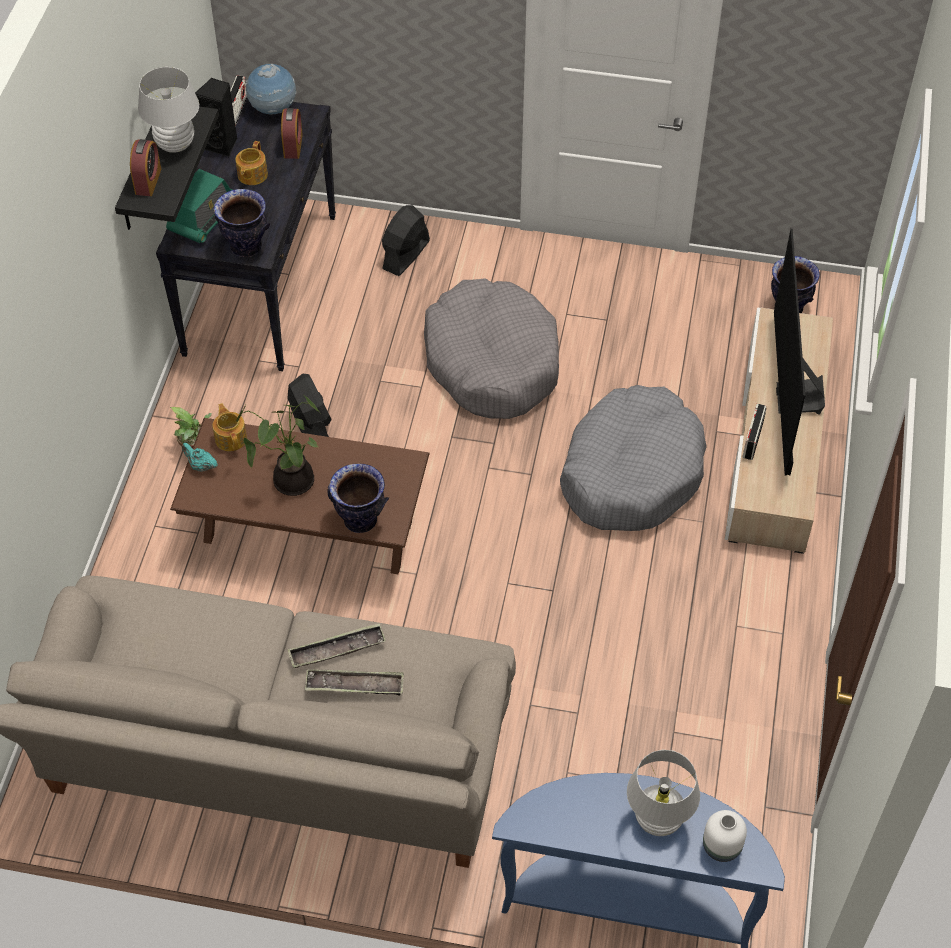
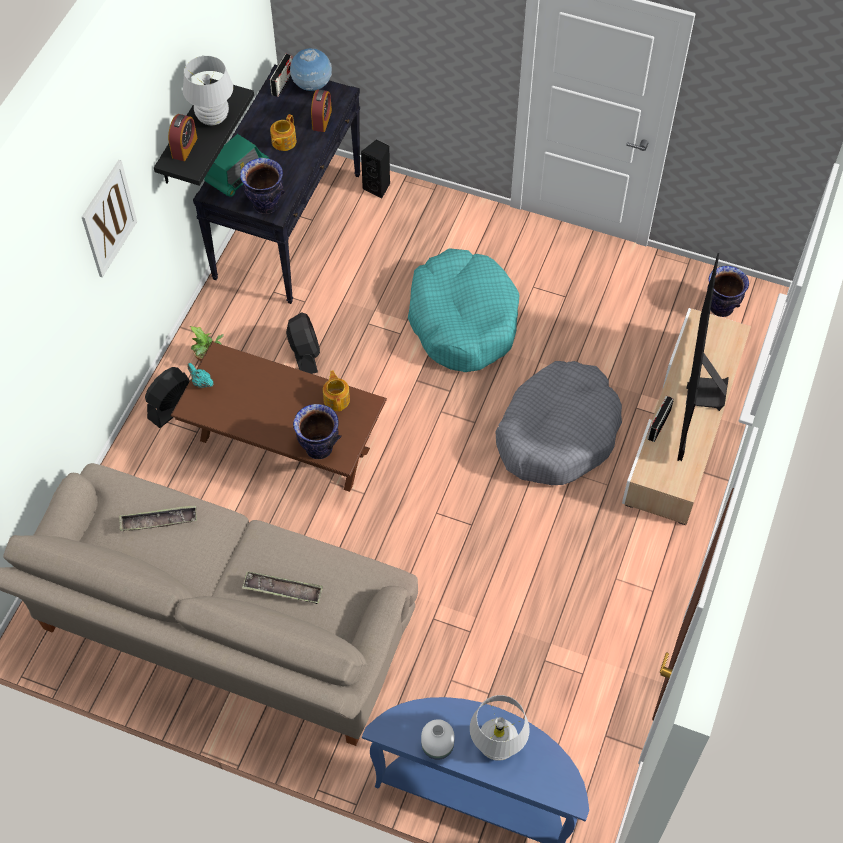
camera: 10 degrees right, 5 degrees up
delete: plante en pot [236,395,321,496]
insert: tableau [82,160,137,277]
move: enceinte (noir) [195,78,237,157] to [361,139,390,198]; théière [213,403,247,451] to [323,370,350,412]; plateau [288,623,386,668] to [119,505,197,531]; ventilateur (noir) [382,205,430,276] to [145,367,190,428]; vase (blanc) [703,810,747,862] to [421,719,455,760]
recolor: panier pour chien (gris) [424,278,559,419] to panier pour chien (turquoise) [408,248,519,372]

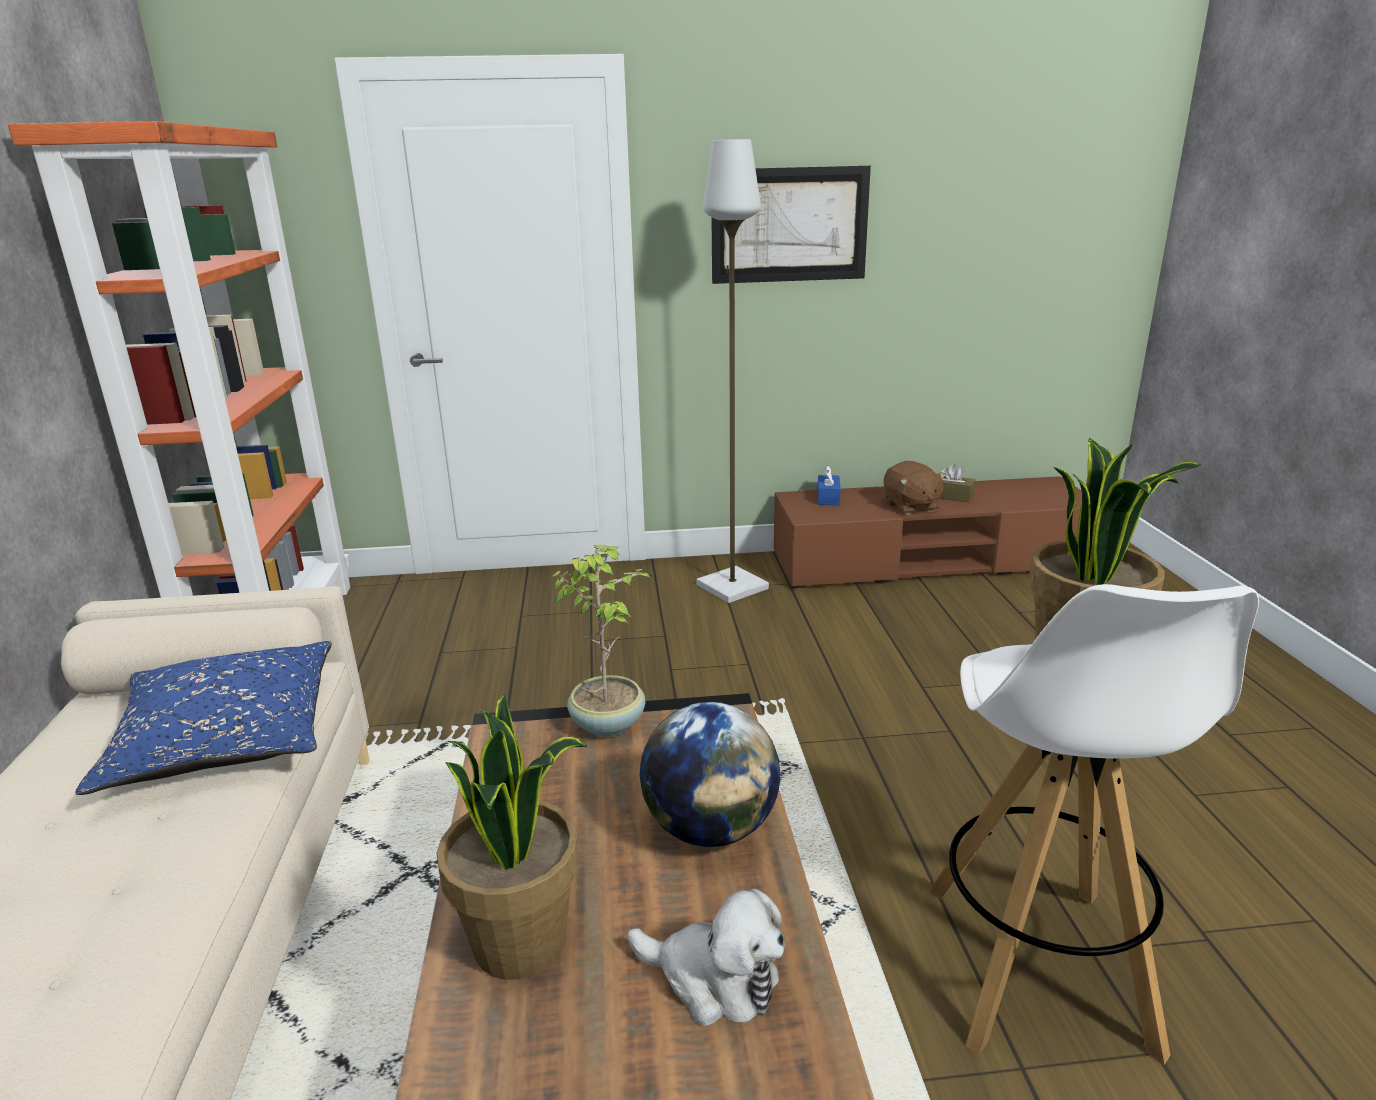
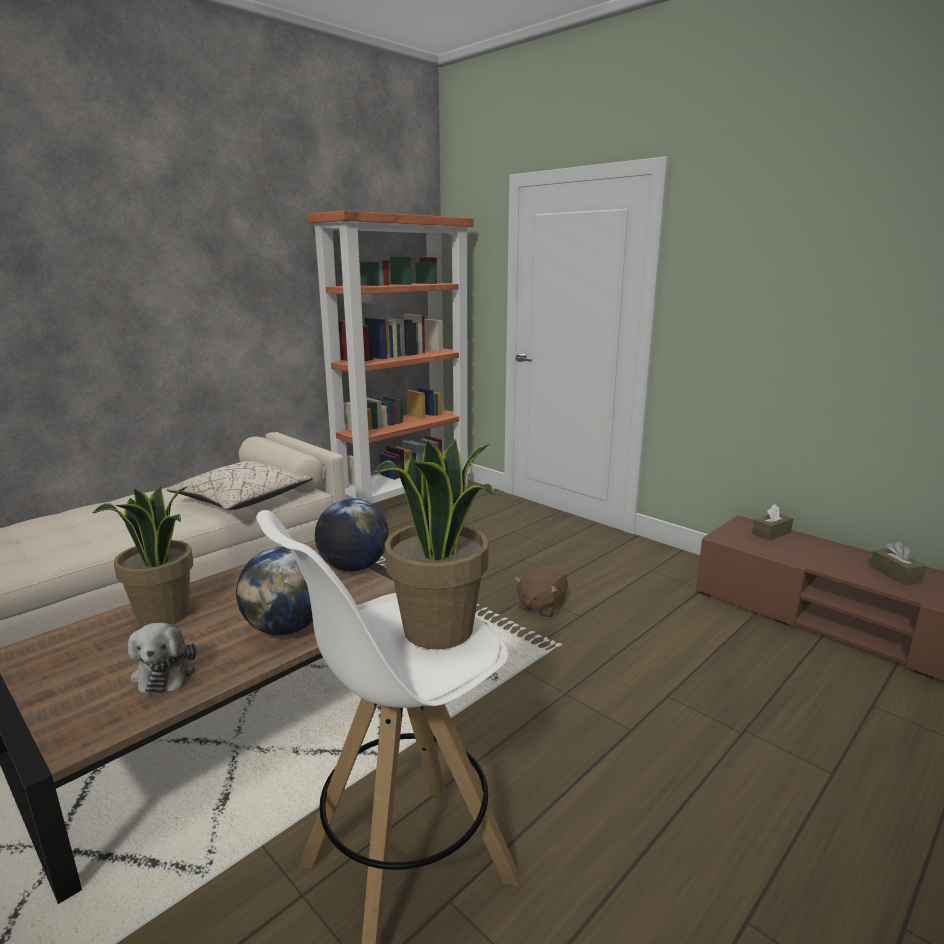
camera: 50 degrees right, 5 degrees down
delete: lampadaire (gris) [697,139,769,603]; tableau [711,166,871,284]
move: peluche (marron) [884,461,946,515] to [515,565,568,618]
replace: plante en pot [550,545,653,737] to globe [315,498,389,571]
recolor: coussin (bleu) [75,641,332,795] to coussin (beige) [166,461,313,510]; boîte à mouchoirs (bleu) [818,465,841,505] to boîte à mouchoirs (marron) [752,504,793,541]

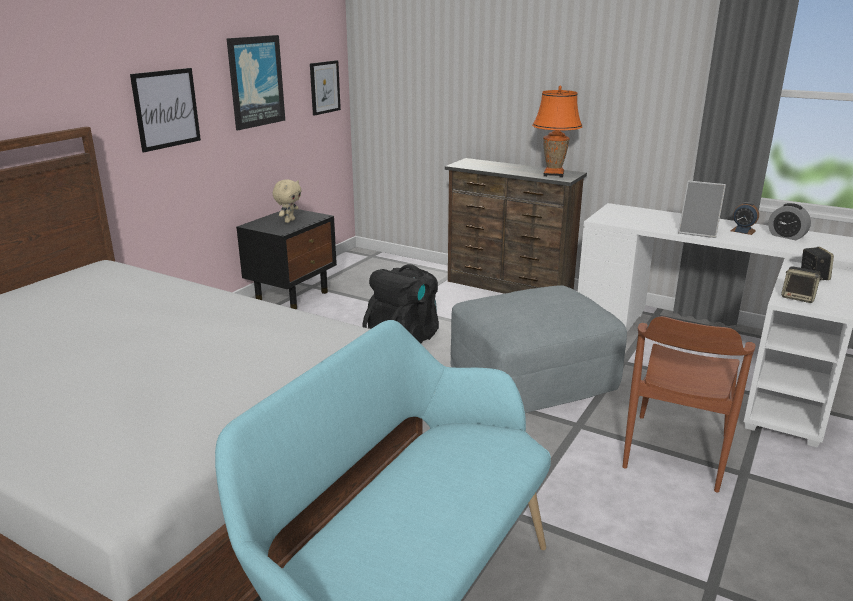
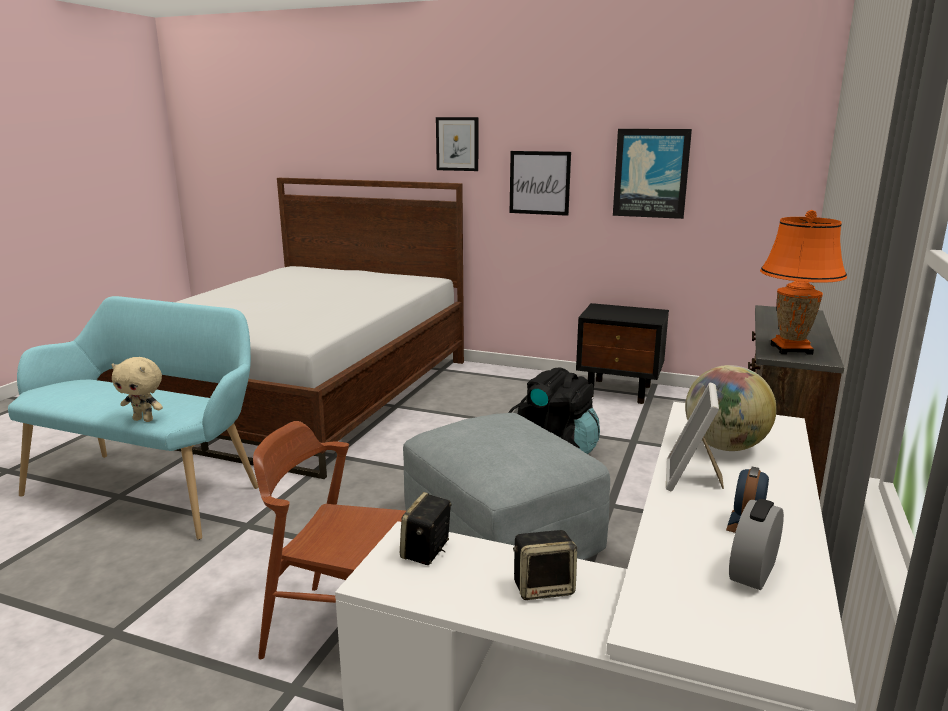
camera: 80 degrees right, 5 degrees down
insert: globe [685,365,777,451]
move: peluche (beige) [273,179,302,223] to [111,357,163,422]; tableau [310,60,341,115] to [436,117,478,171]

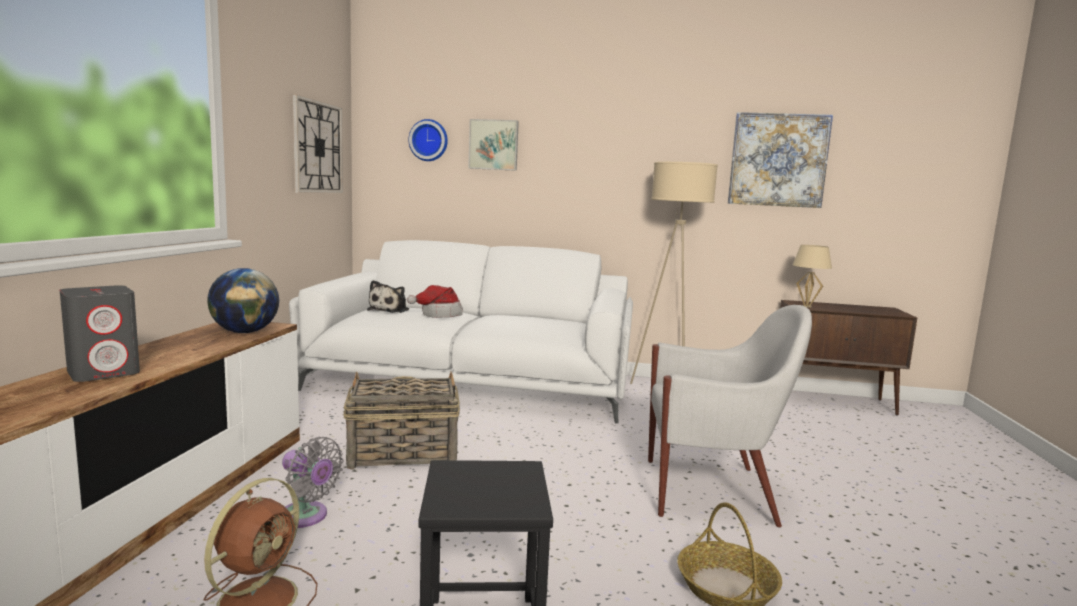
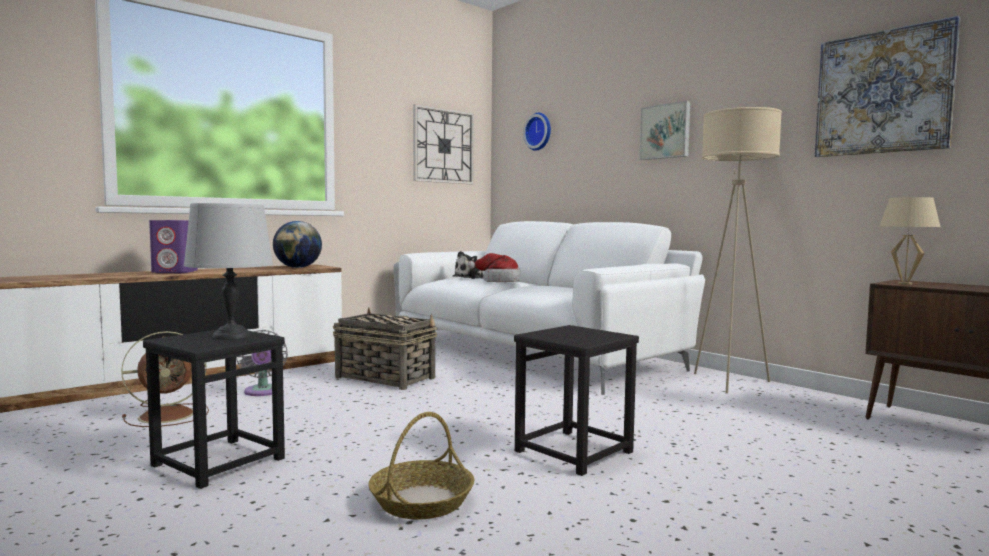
camera: 40 degrees right, 5 degrees down
insert: lampe de table (gris) [184,203,273,340]
move: tableau [468,119,519,171] to [639,101,690,160]
replace: fauteuil (blanc) [648,305,812,528] to tabouret (noir) [514,325,639,476]
recolor: enceinte (gris) [60,285,140,382] to enceinte (violet) [149,220,197,273]

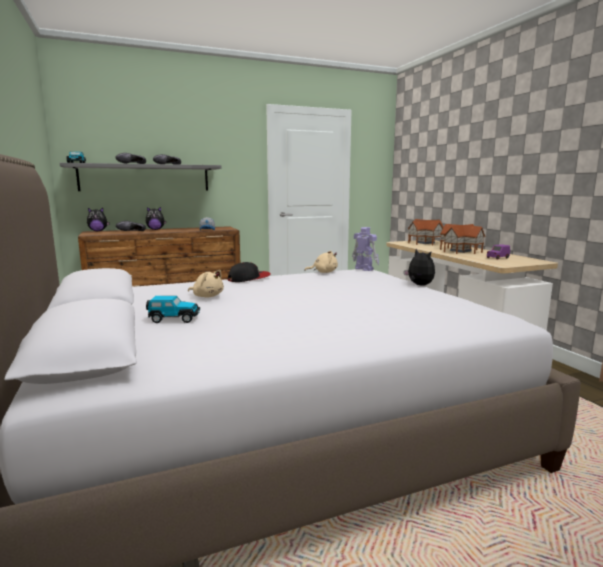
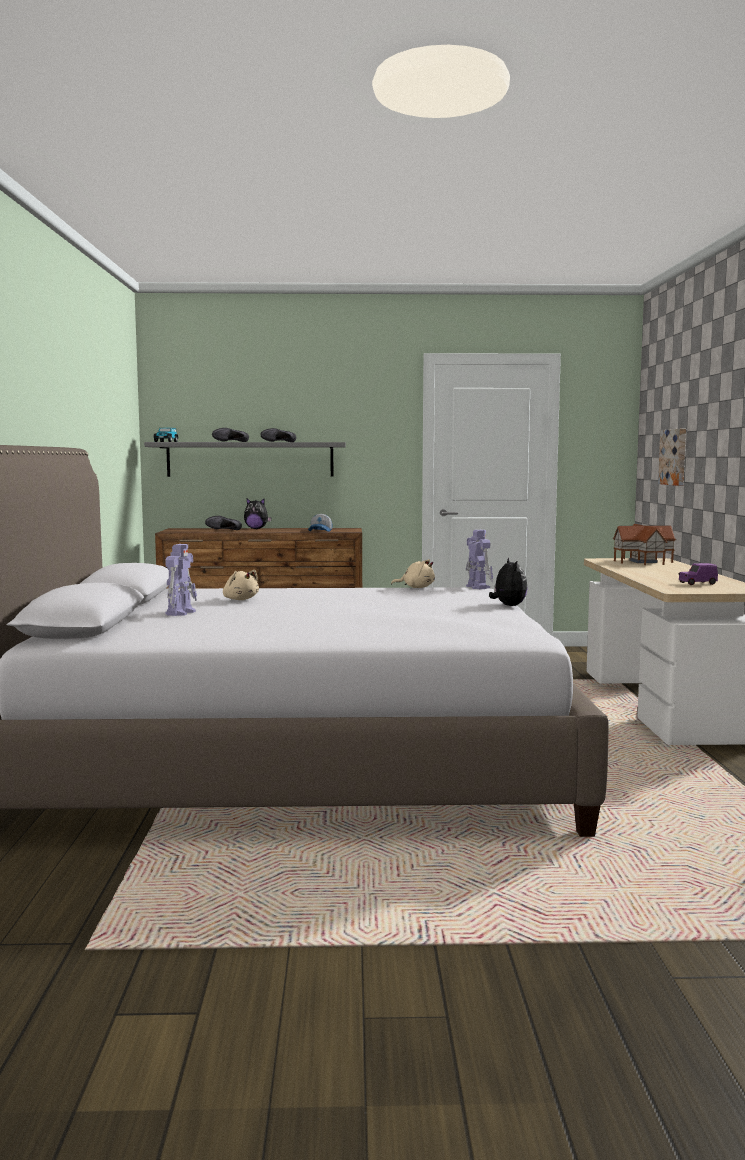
camera: 20 degrees right, 5 degrees down
delete: peluche [87,208,110,231]; casquette [228,262,271,282]; maison miniature [440,224,485,254]
insert: tableau [658,429,686,486]
replace: petite voiture [146,296,200,323] to robot jouet [165,544,197,616]

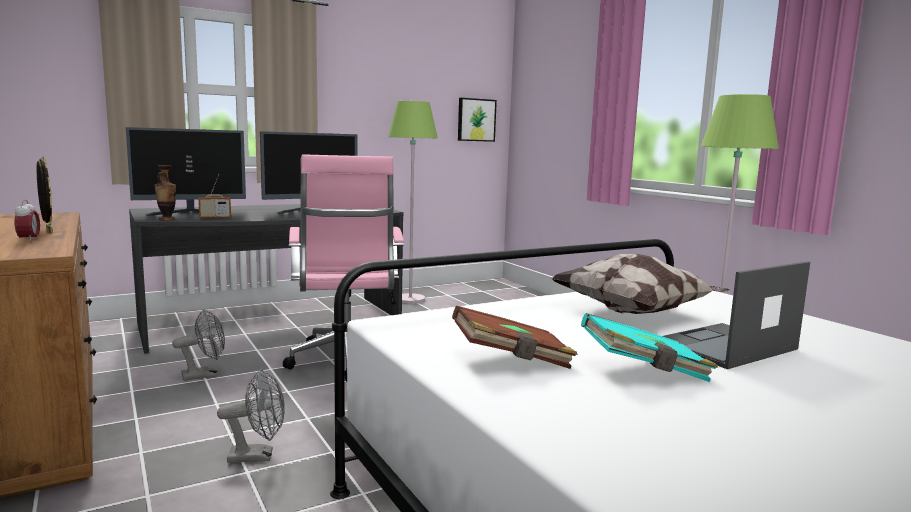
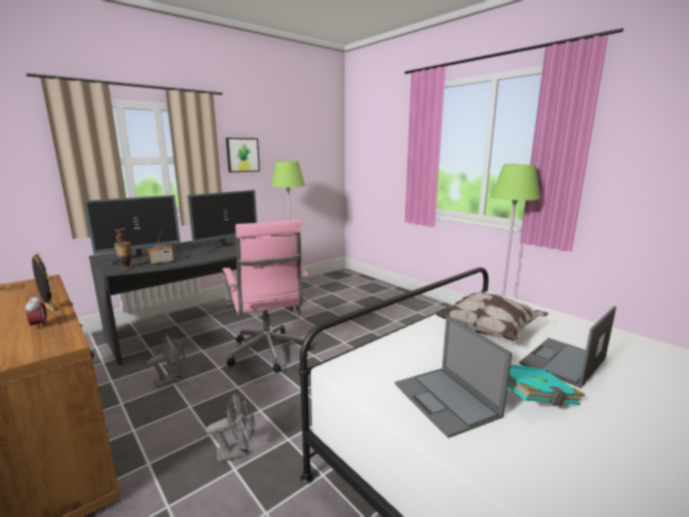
camera: 10 degrees left, 5 degrees up
move: tableau [458,98,497,142] to [226,138,260,172]
replace: livre (marron) [452,306,578,369] to ordinateur portable [395,316,512,438]

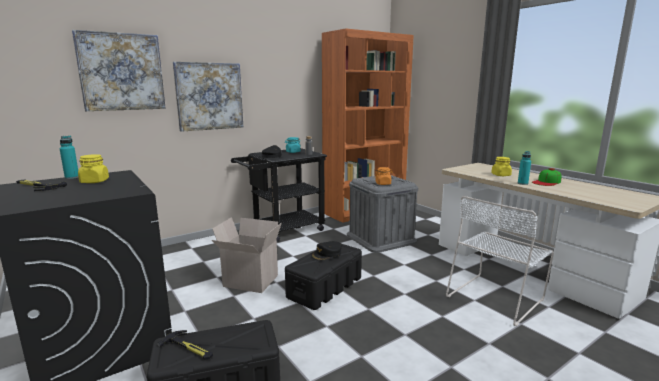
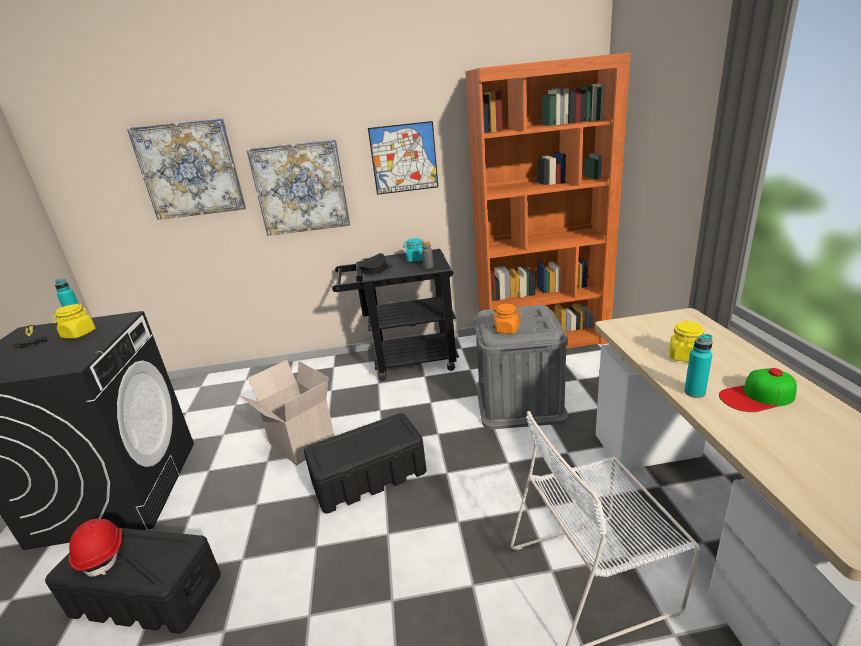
camera: 30 degrees right, 10 degrees up
delete: casquette (noir) [311,241,342,261]
insert: tableau [368,121,438,195]
replace: marteau [157,330,213,360] to casque de chantier (rouge) [69,519,122,577]

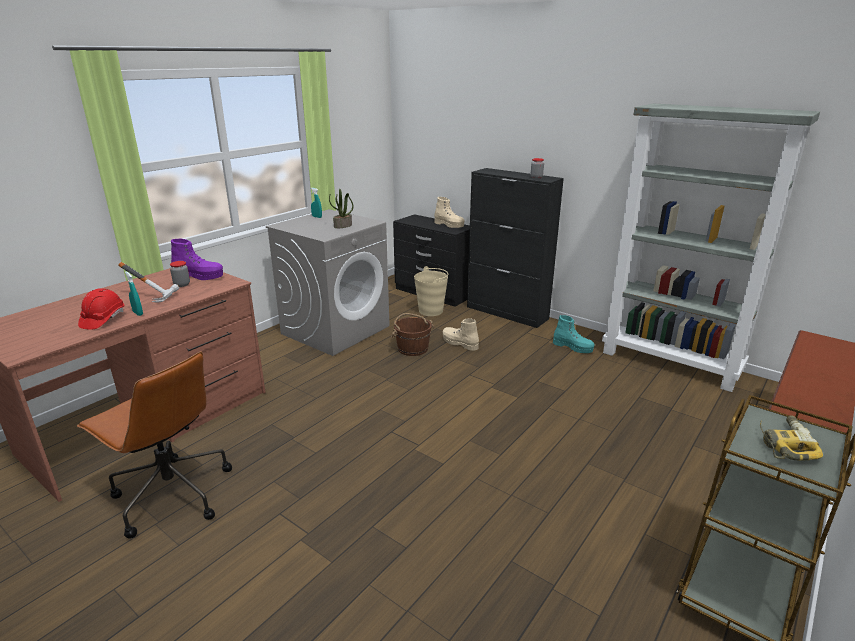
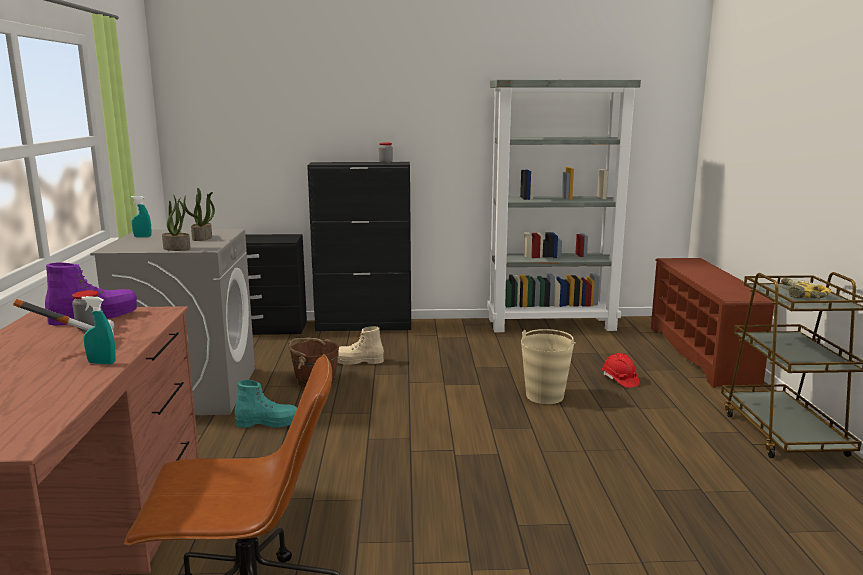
camera: 40 degrees left, 10 degrees down
delete: botte (beige) [434,197,465,228]
insert: plante en pot [162,194,191,251]
move: casque de chantier (rouge) [78,288,125,330] to [602,353,640,388]; seau (beige) [414,266,448,316] to [521,329,576,404]; botte (turquoise) [553,315,595,353] to [234,380,297,428]

